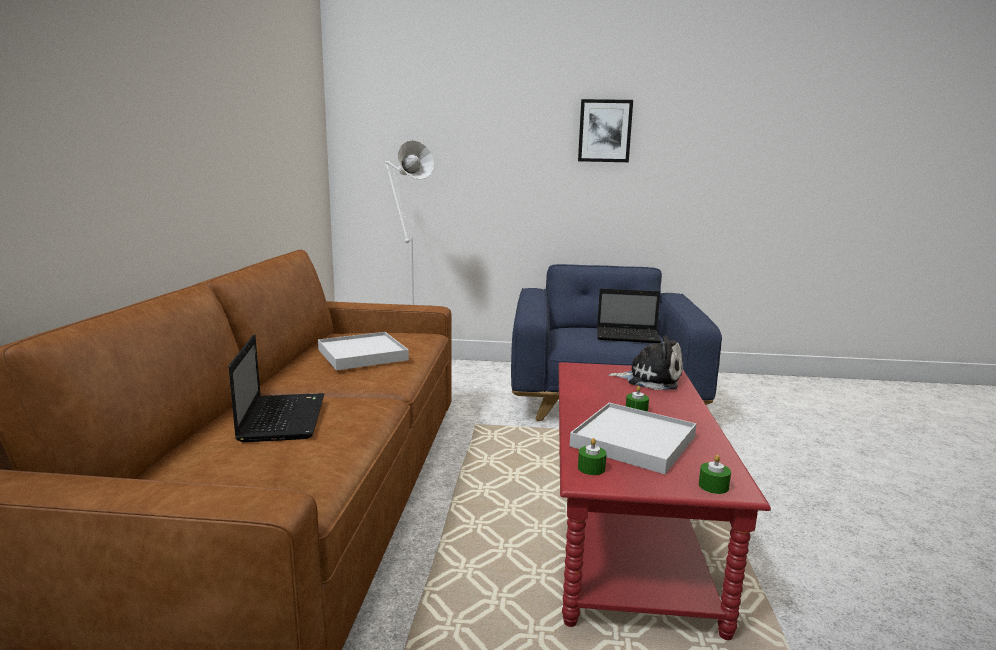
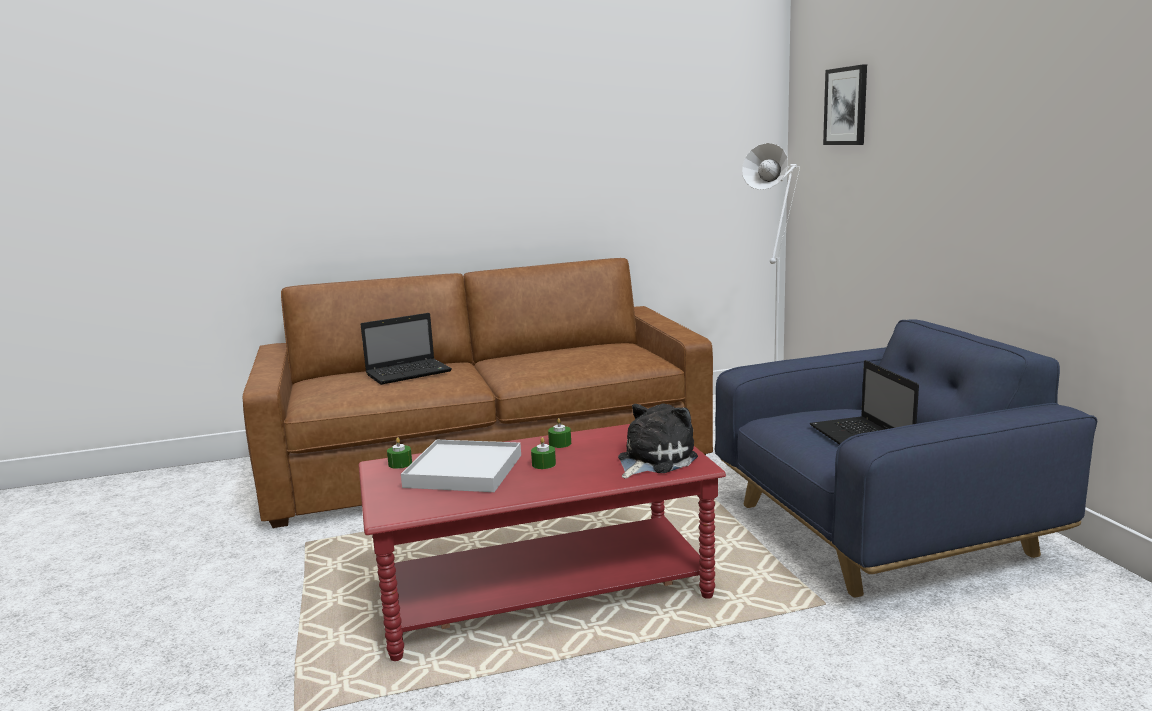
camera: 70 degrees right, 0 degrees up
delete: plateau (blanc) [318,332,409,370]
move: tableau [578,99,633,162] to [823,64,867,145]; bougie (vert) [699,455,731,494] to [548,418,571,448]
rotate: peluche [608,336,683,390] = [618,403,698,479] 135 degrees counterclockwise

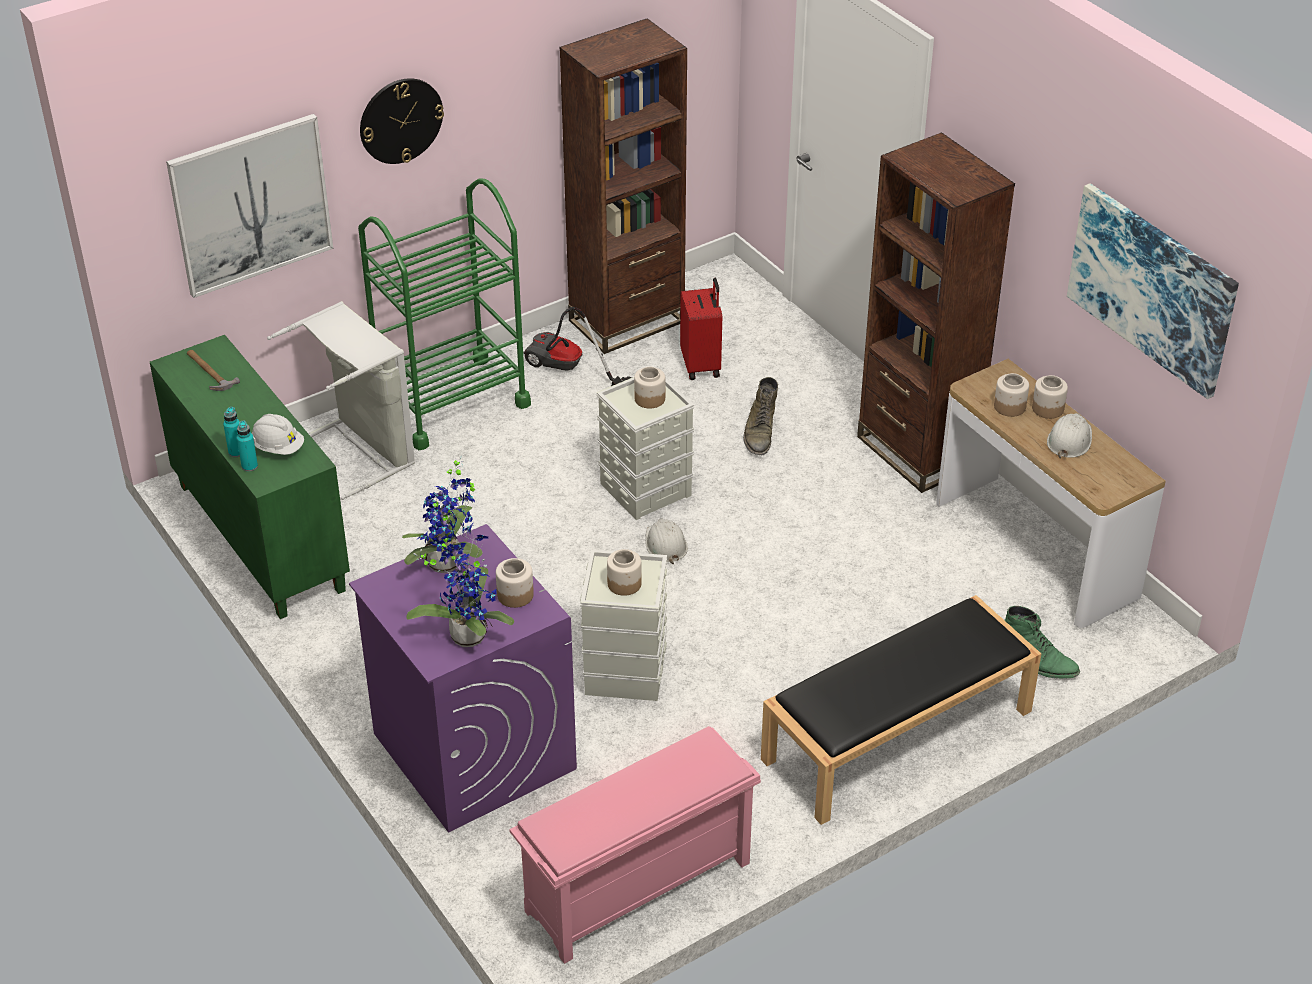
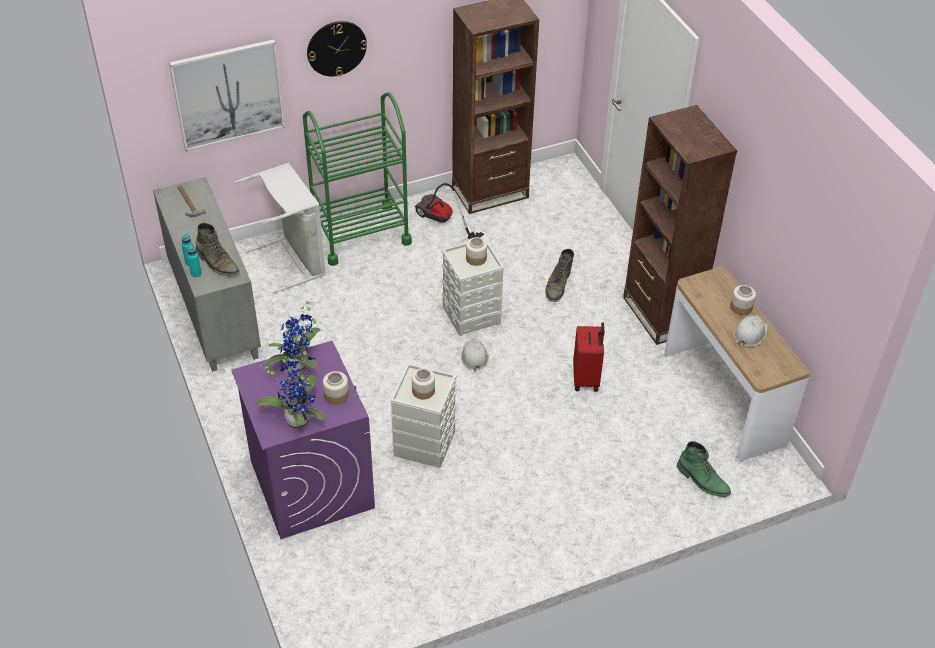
camera: 10 degrees right, 5 degrees up
delete: étagère à chaussures (rose) [509,726,761,964]; banc (noir) [761,595,1041,825]; bocal [994,373,1029,417]; tableau [1067,183,1239,399]
move: valise (rouge) [680,278,722,380] to [573,322,604,392]
replace: casque de chantier (blanc) [252,414,304,455] to botte (vert) [196,223,240,276]
recolor: meuble de rangement (vert) [150,335,350,619] to meuble de rangement (gris) [153,177,261,372]

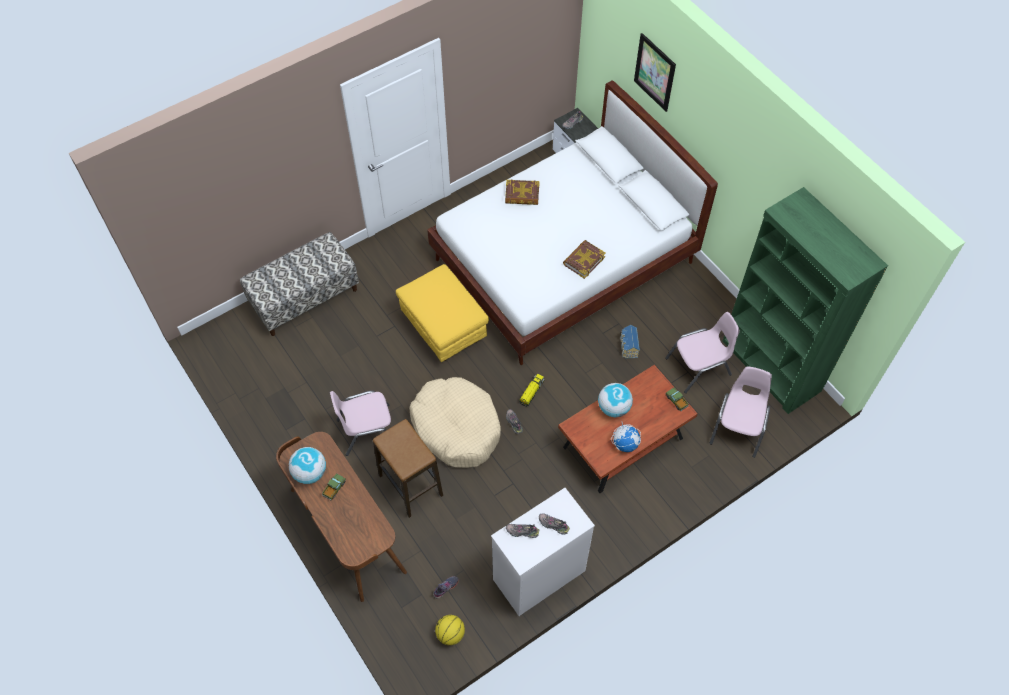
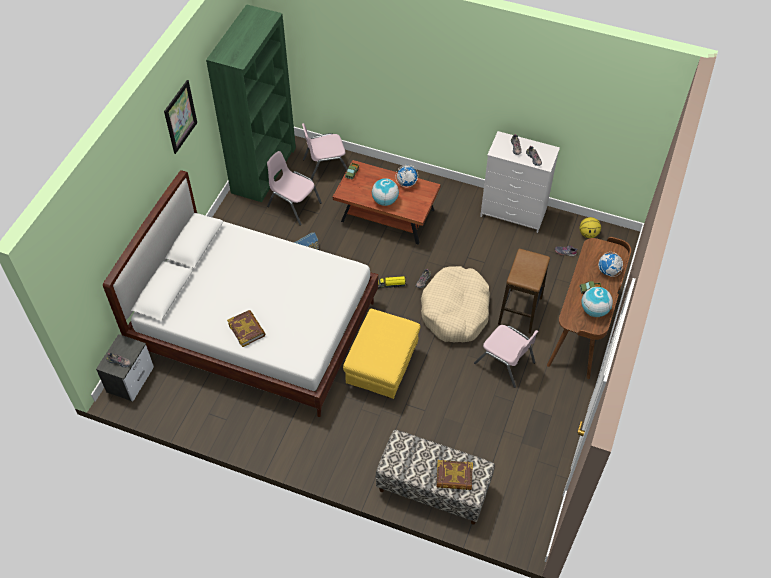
camera: 125 degrees left, 5 degrees down
insert: globe [598,252,623,277]
move: livre [563,240,606,279] to [436,460,473,490]; tableau [634,33,676,112] to [164,80,197,154]

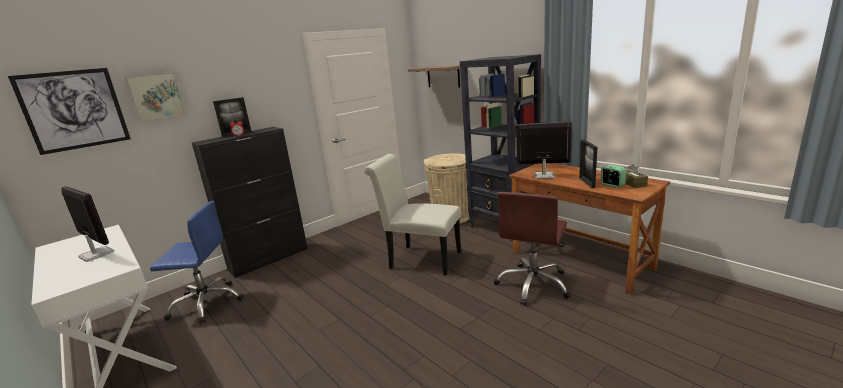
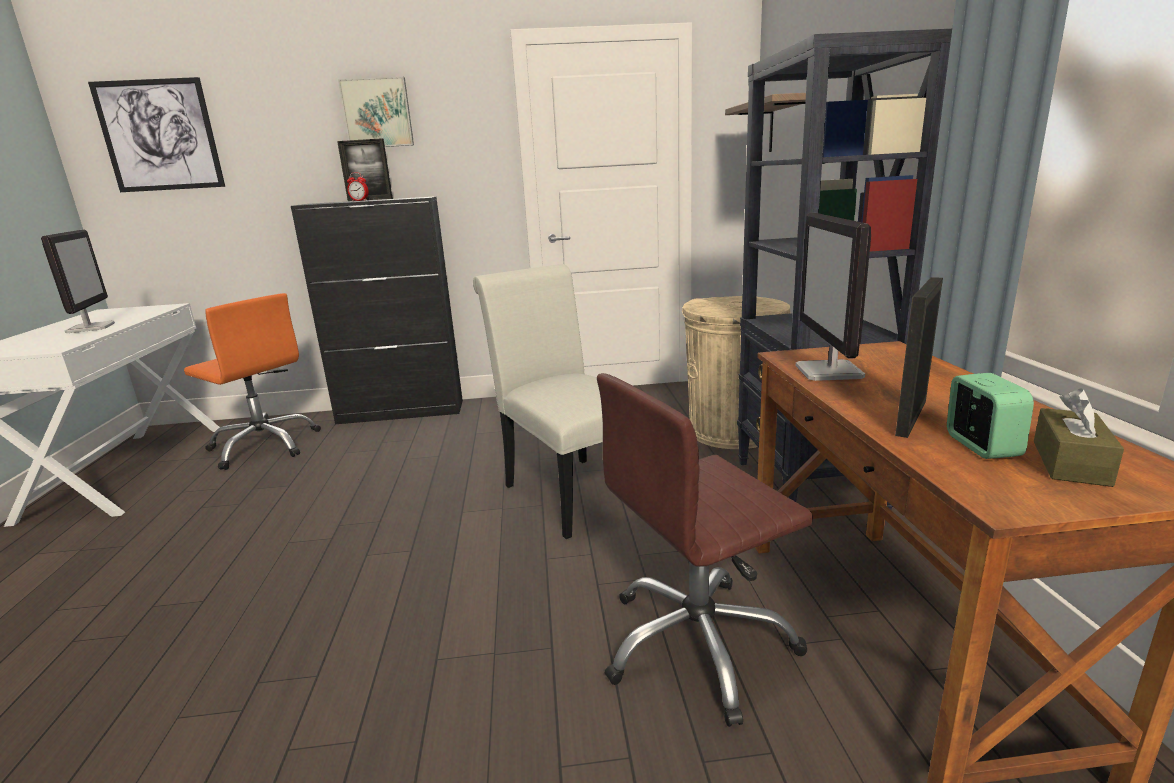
camera: 35 degrees right, 0 degrees up
move: tableau [124,72,186,121] to [338,77,414,147]
recolor: chaise de bureau (bleu) [150,201,243,324] to chaise de bureau (orange) [184,293,321,470]
rotate: écran d'ordinateur [517,121,572,179] = [796,213,871,381] 135 degrees counterclockwise

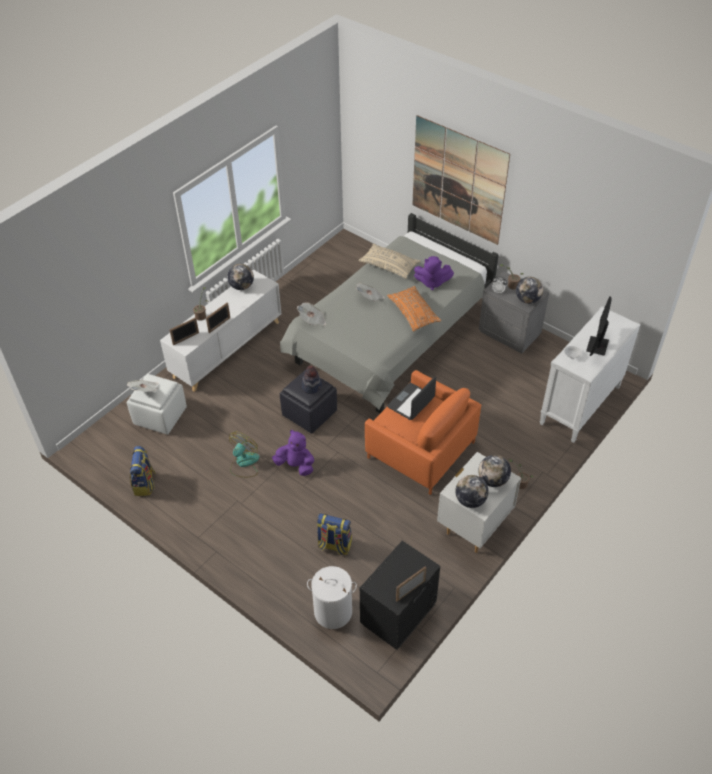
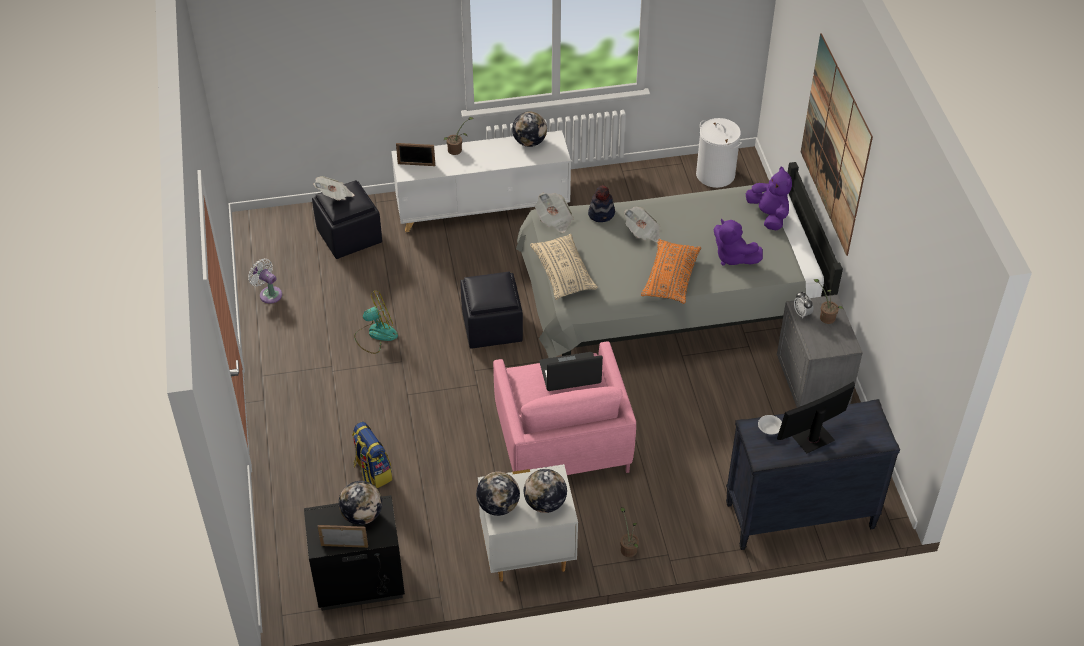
camera: 40 degrees right, 0 degrees up
delete: cadre photo [206,302,230,333]
move: peluche (violet) [272,430,314,476] to [746,166,792,230]; chapeau [301,366,322,394] to [588,185,615,222]; panier à linge (blanc) [307,566,357,629] to [696,118,742,188]; coussin (beige) [358,244,420,279] to [530,234,598,300]; globe [516,277,543,304] to [338,481,382,525]
replace: sac à dos [130,446,157,496] to ventilateur (blanc) [248,258,282,304]
recolor: pouf (blanc) [127,374,187,435] to pouf (noir) [312,180,382,259]; fauteuil (orange) [365,370,481,495] to fauteuil (rose) [493,341,636,475]; commode (blanc) [540,306,641,443] to commode (noir) [726,399,900,550]

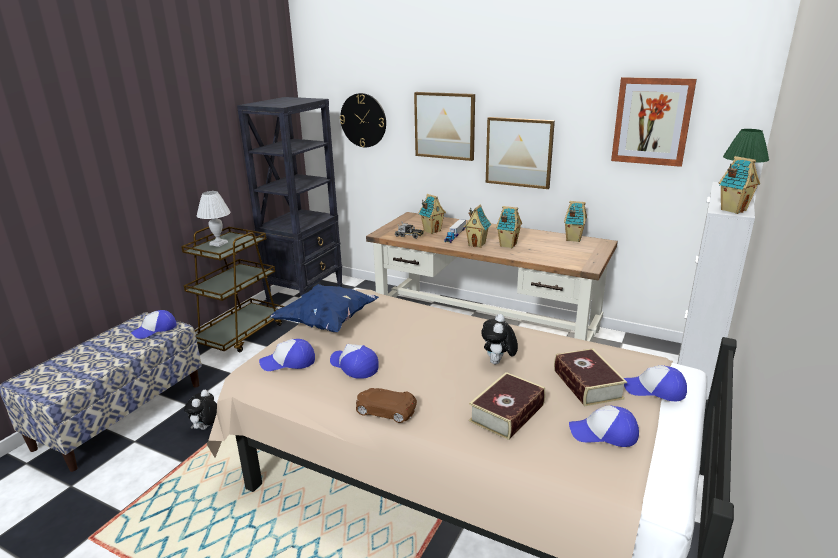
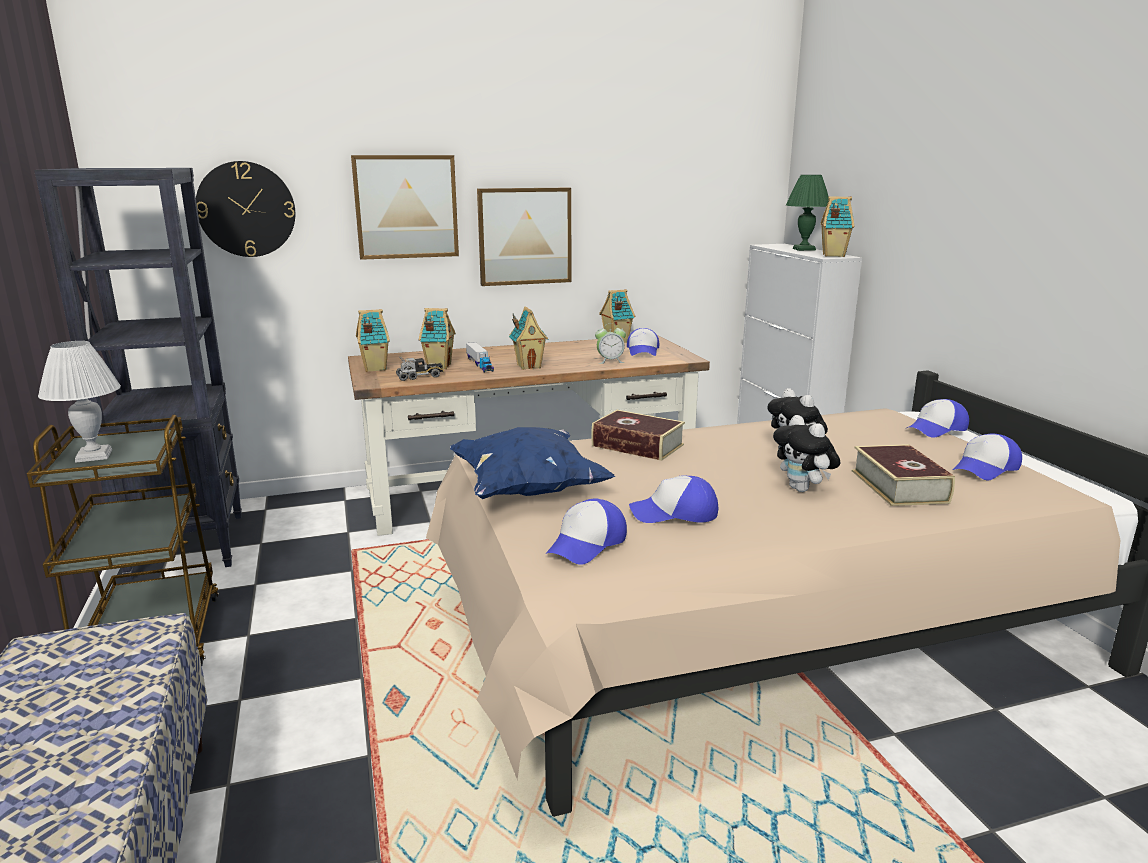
camera: 45 degrees left, 5 degrees down
delete: petite voiture (marron) [356,388,417,423]; tableau [611,77,697,167]
insert: réveil [595,323,626,364]
move: casquette [131,310,177,339] to [627,328,659,356]; peluche [184,390,217,430] to [773,415,840,492]; maison miniature [496,206,522,248] to [356,309,390,372]; livre [554,348,627,407] to [591,410,685,461]

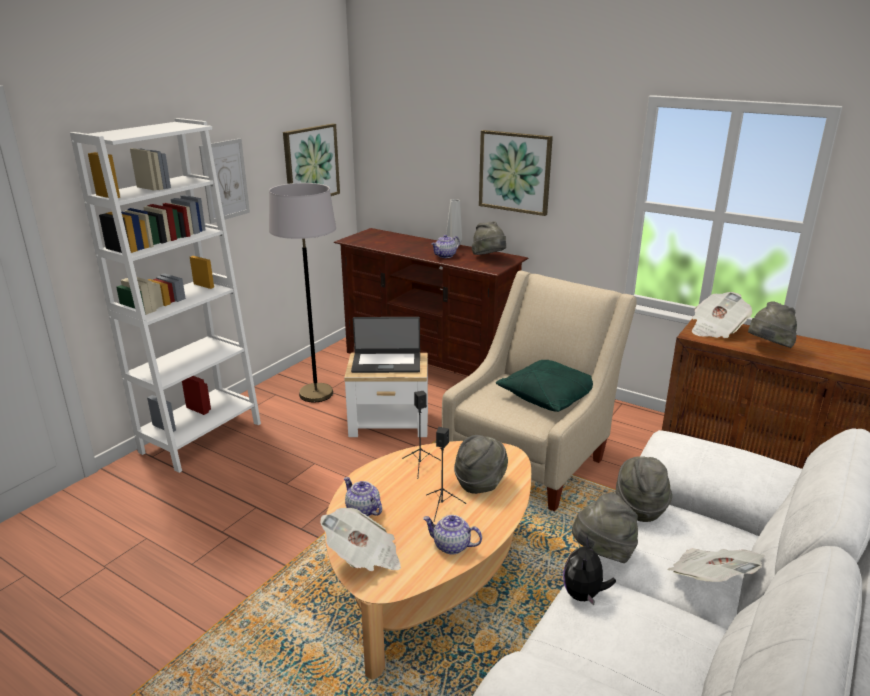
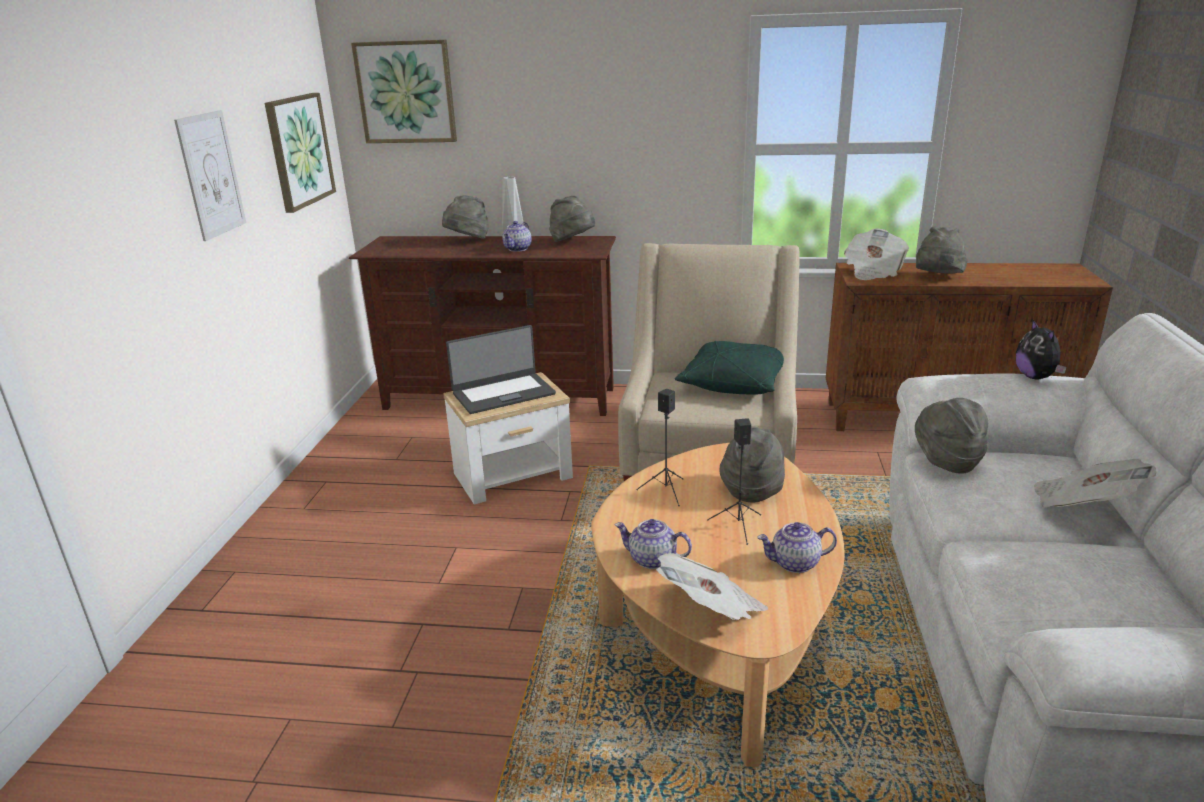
camera: 25 degrees left, 0 degrees up
delete: bibliothèque (blanc) [70,118,261,473]; lampadaire (gris) [269,183,336,402]
move: tableau [479,130,553,216] to [351,39,457,143]; peluche [563,537,616,605] to [1016,319,1067,379]; chapeau (gris) [572,493,638,563] to [442,195,489,239]

